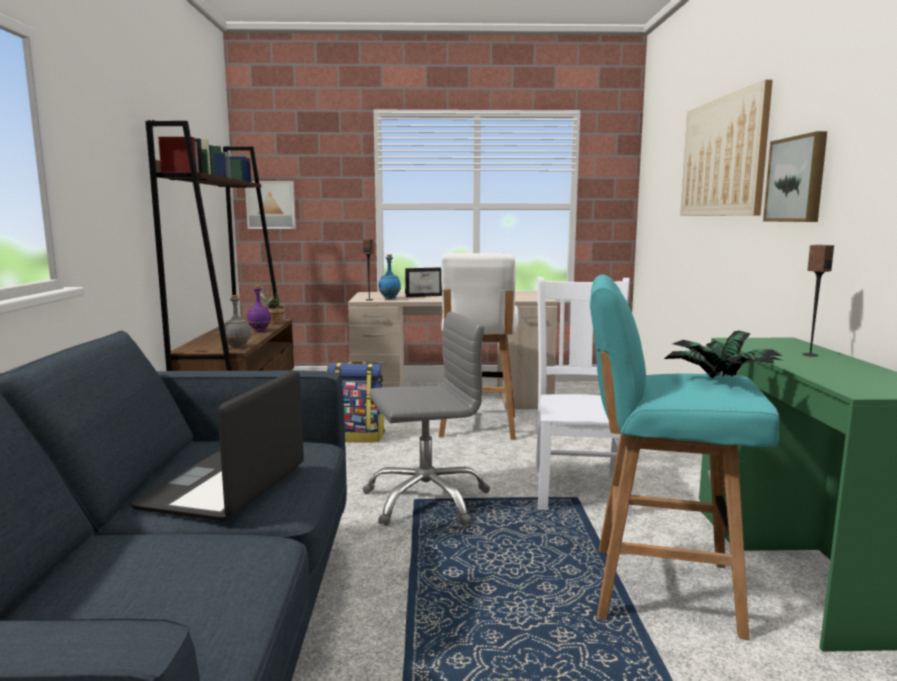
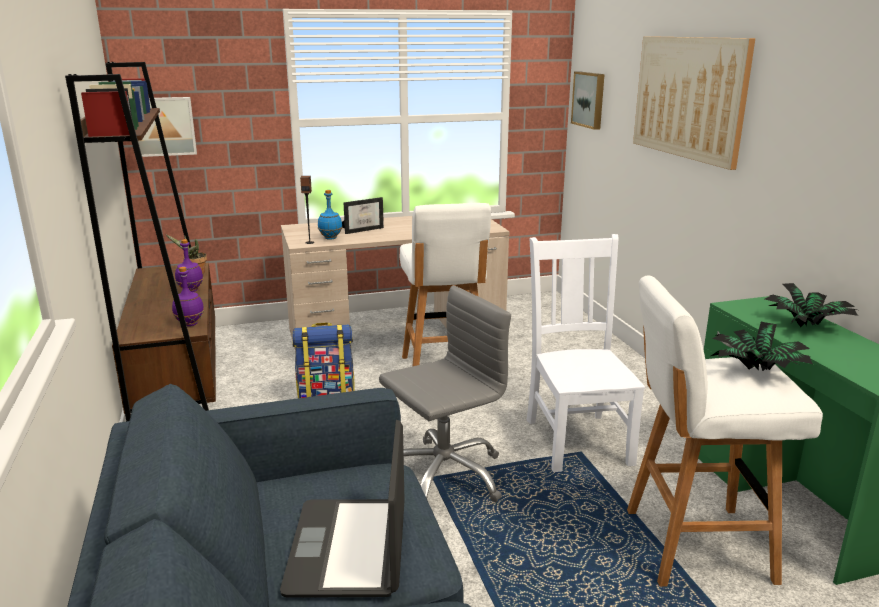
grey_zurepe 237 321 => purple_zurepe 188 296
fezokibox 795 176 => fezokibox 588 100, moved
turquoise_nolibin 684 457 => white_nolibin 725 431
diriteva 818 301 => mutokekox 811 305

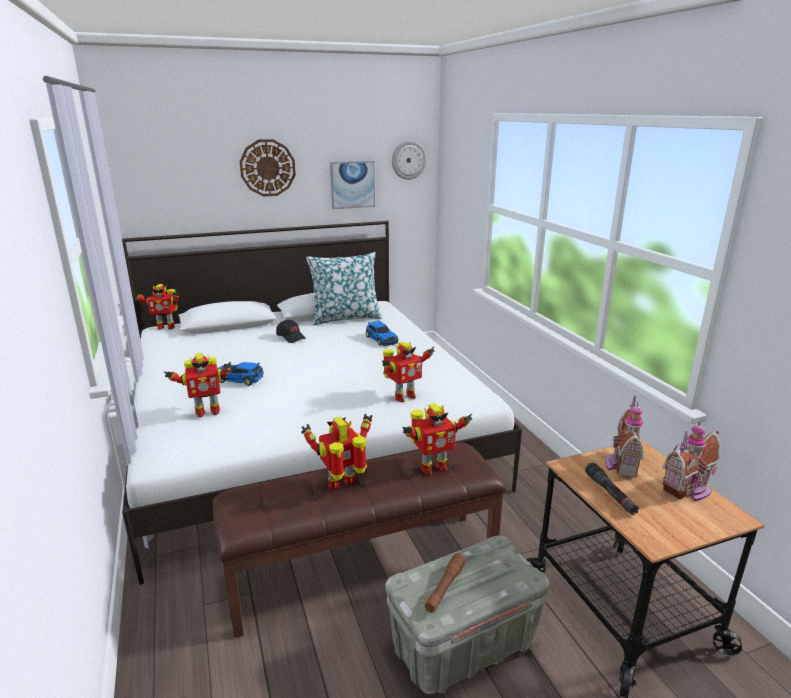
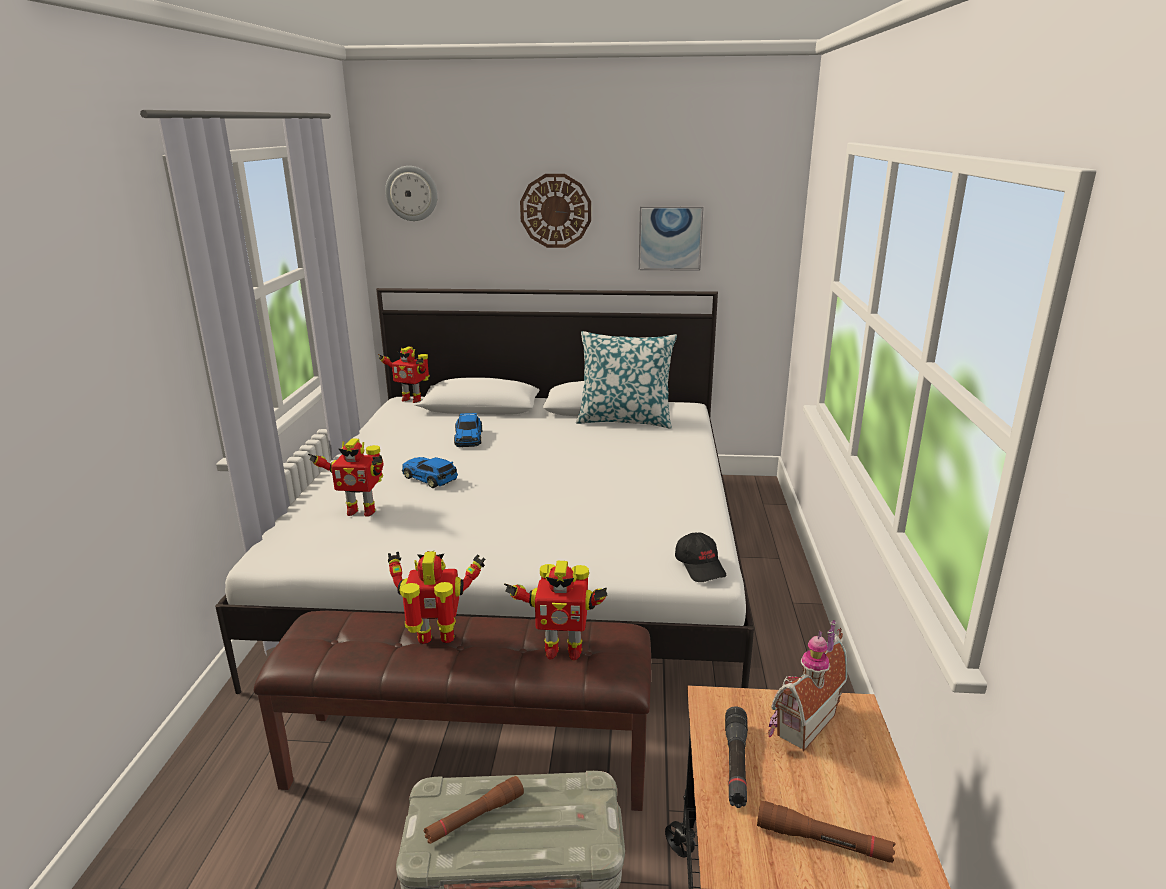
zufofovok 409 160 => zufofovok 411 193, moved
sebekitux 382 333 => sebekitux 468 430, moved
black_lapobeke 291 331 => black_lapobeke 700 557, moved
nothing => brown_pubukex 826 832
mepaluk 408 371 => nothing
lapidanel 691 461 => nothing

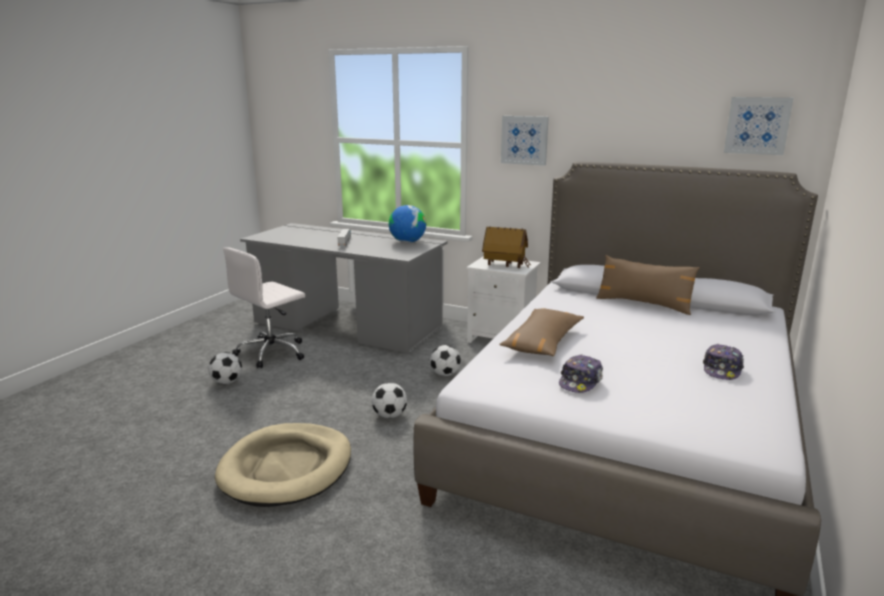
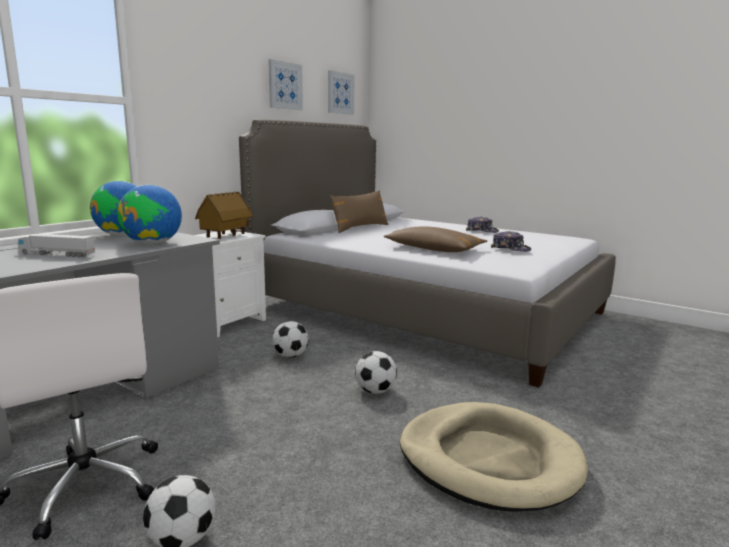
nothing => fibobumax 149 215
fezokibox 525 141 => fezokibox 285 84, moved

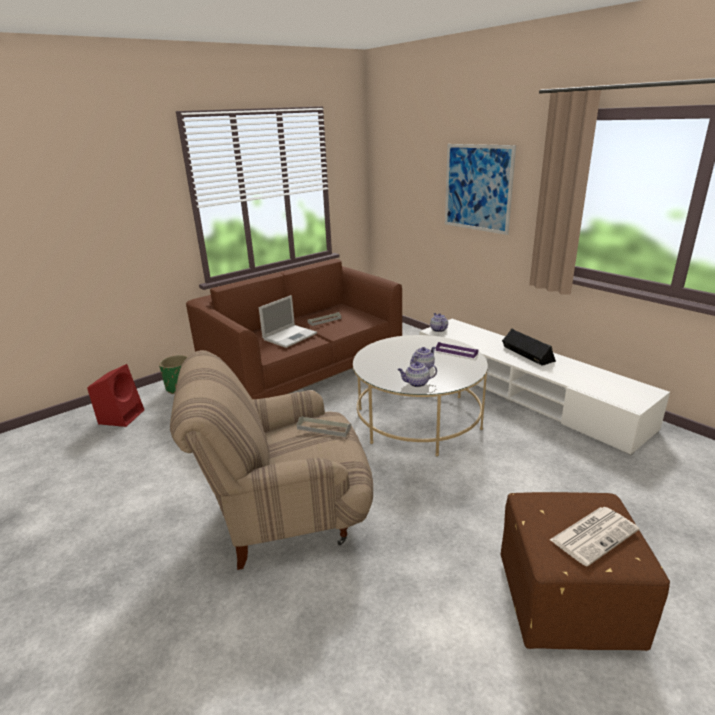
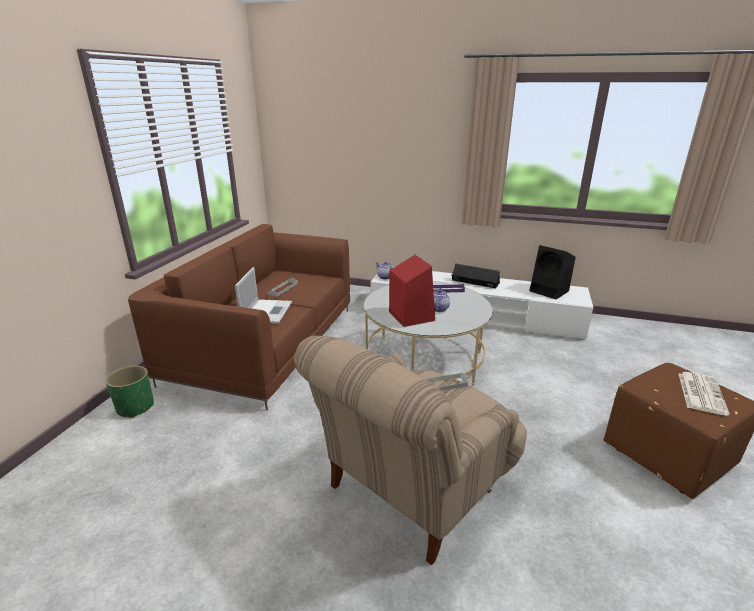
red_diriteva 115 395 => red_diriteva 412 291, moved
nothing => black_diriteva 552 272
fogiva 417 374 => nothing
fezokibox 480 189 => nothing

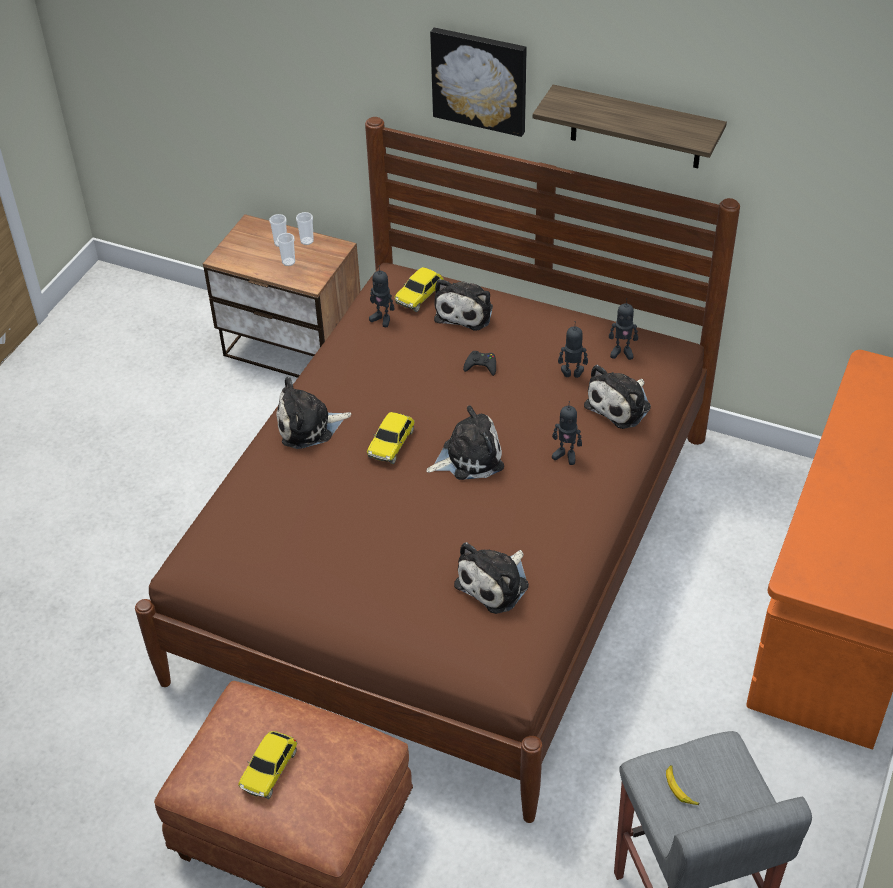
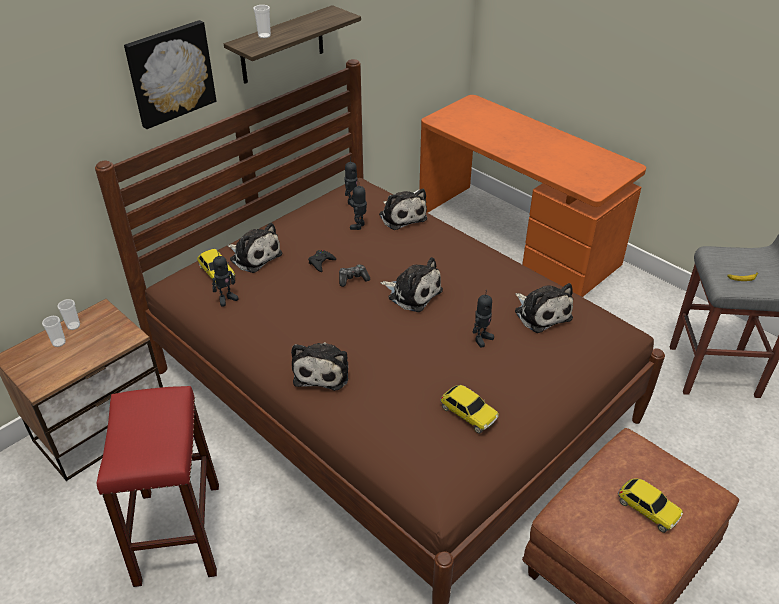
nothing => red_nolibin 157 486
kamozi 286 249 => kamozi 262 21, moved
nothing => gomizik 354 275
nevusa 465 442 => nevusa 411 284, 120 degrees clockwise
sebekitux 391 438 => sebekitux 469 409, moved
mepaluk 567 433 => mepaluk 483 319, moved

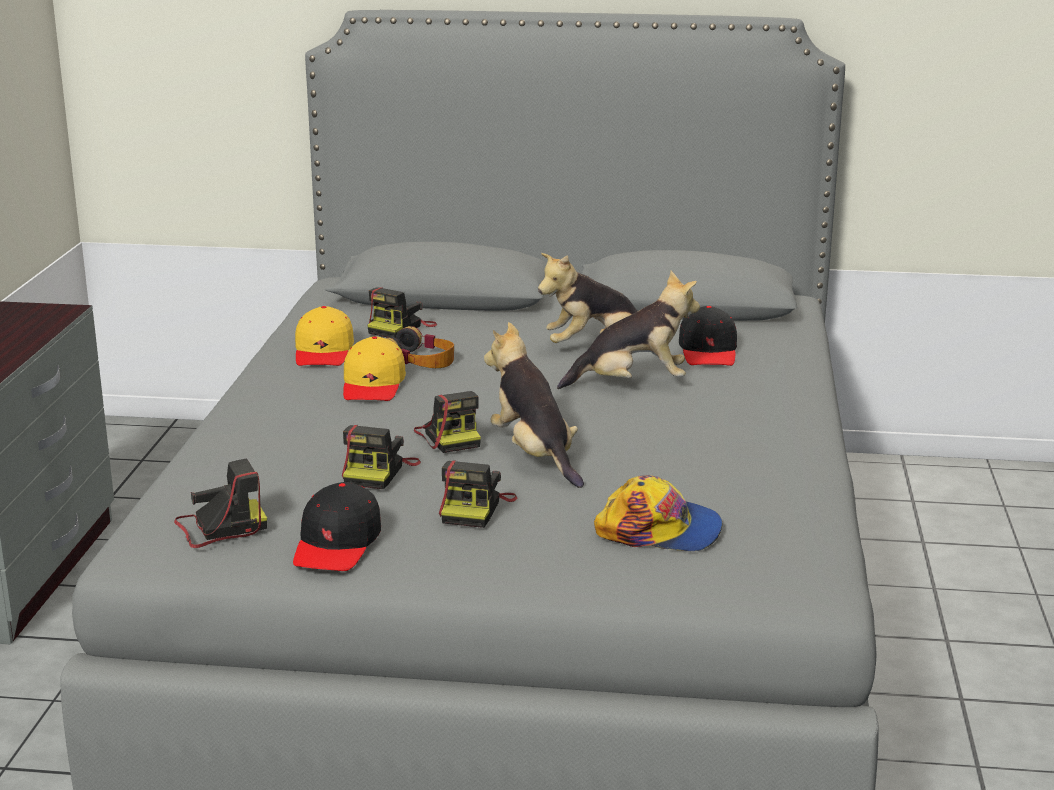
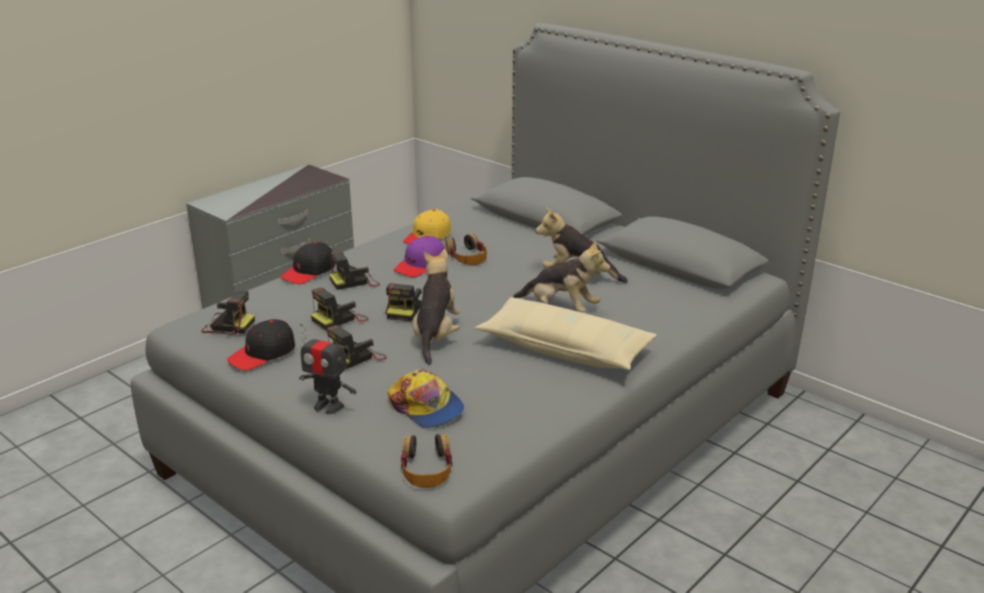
black_lapobeke 708 336 => black_lapobeke 307 263, moved
nothing => mepaluk 327 369
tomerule 402 312 => tomerule 354 270, moved
yellow_lapobeke 374 368 => purple_lapobeke 419 256
nothing => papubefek 426 461
nothing => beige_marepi 566 333

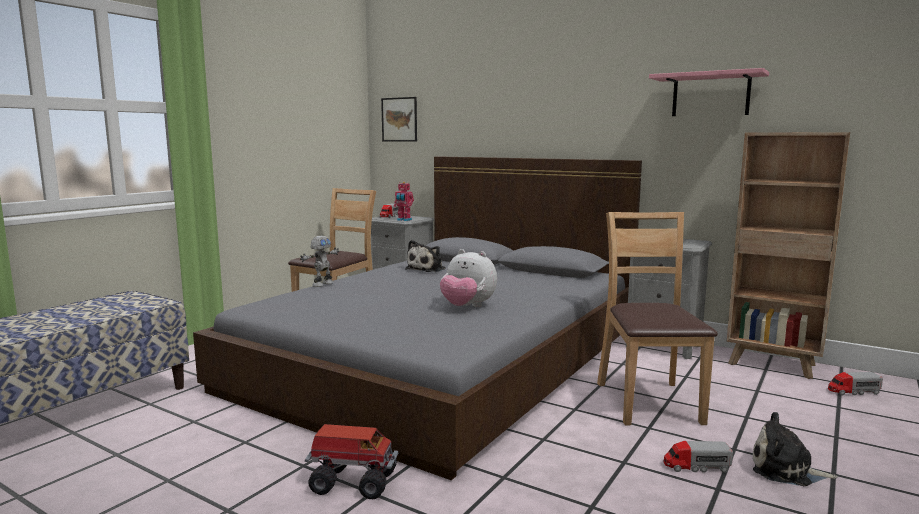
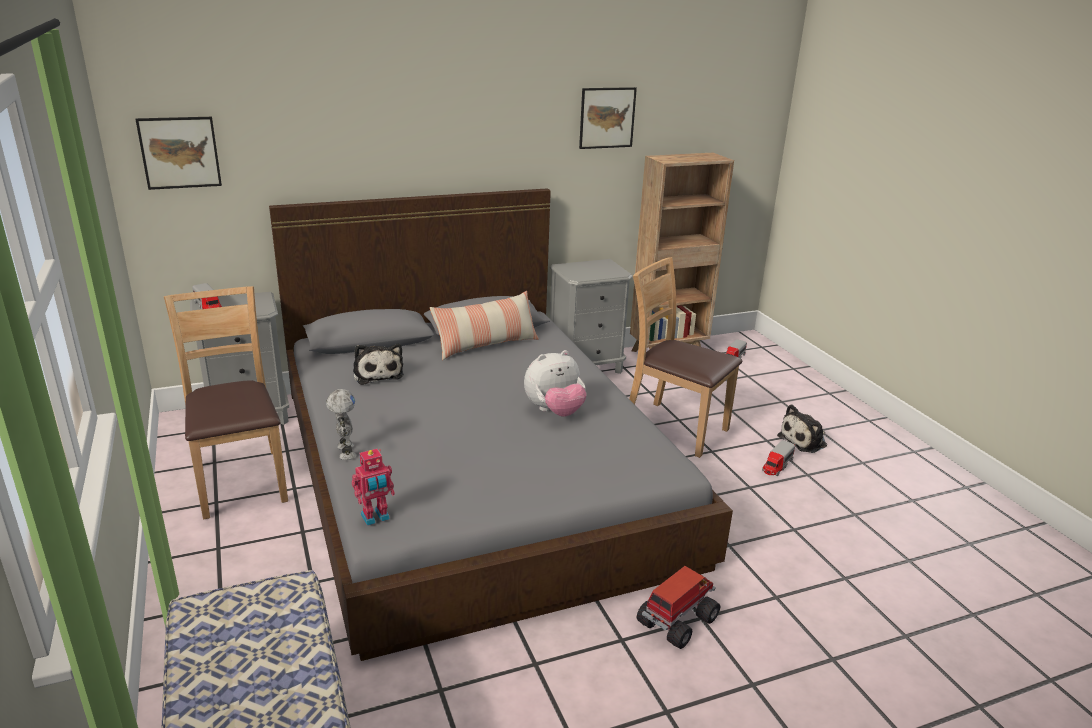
mepaluk 404 201 => mepaluk 373 487, moved
nothing => marepi 484 325
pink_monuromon 709 92 => fezokibox 608 118

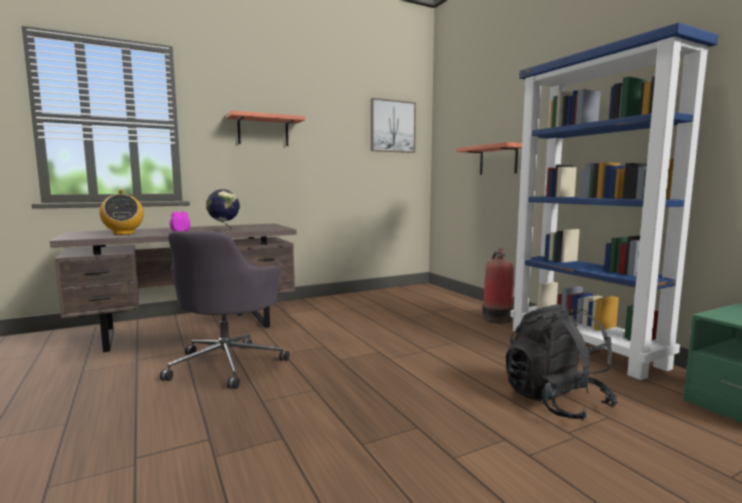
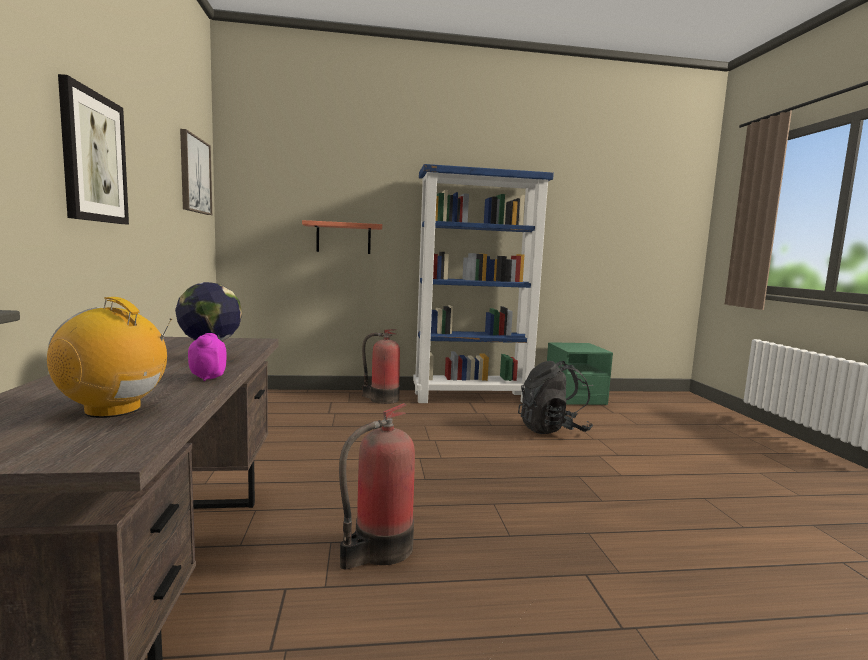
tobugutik 121 212 => tobugutik 109 357, 150 degrees counterclockwise
monuromon 265 128 => fezokibox 93 149
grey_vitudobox 224 310 => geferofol 377 486

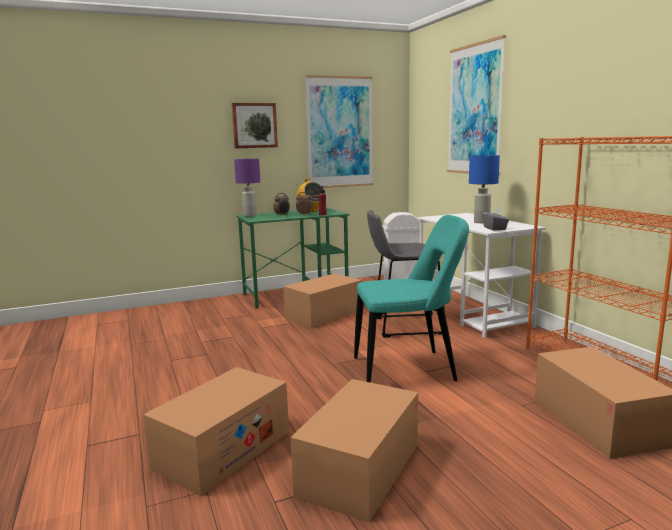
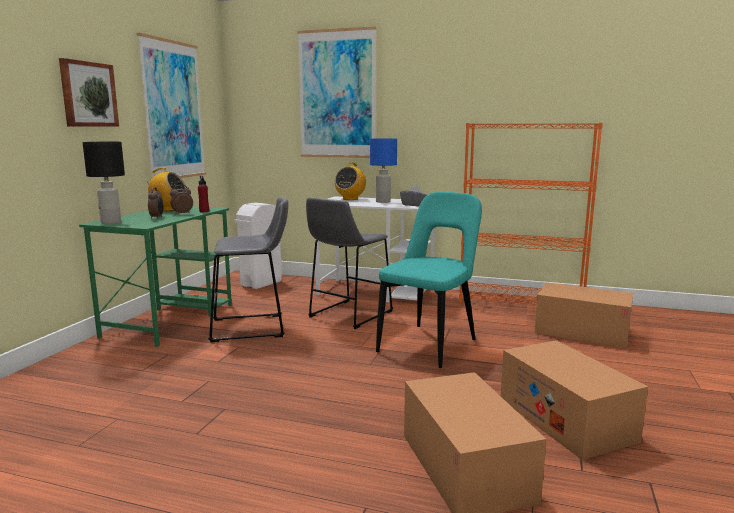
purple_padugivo 247 188 => black_padugivo 104 183
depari 322 300 => grey_nolibin 248 269
nothing => tobugutik 350 181

